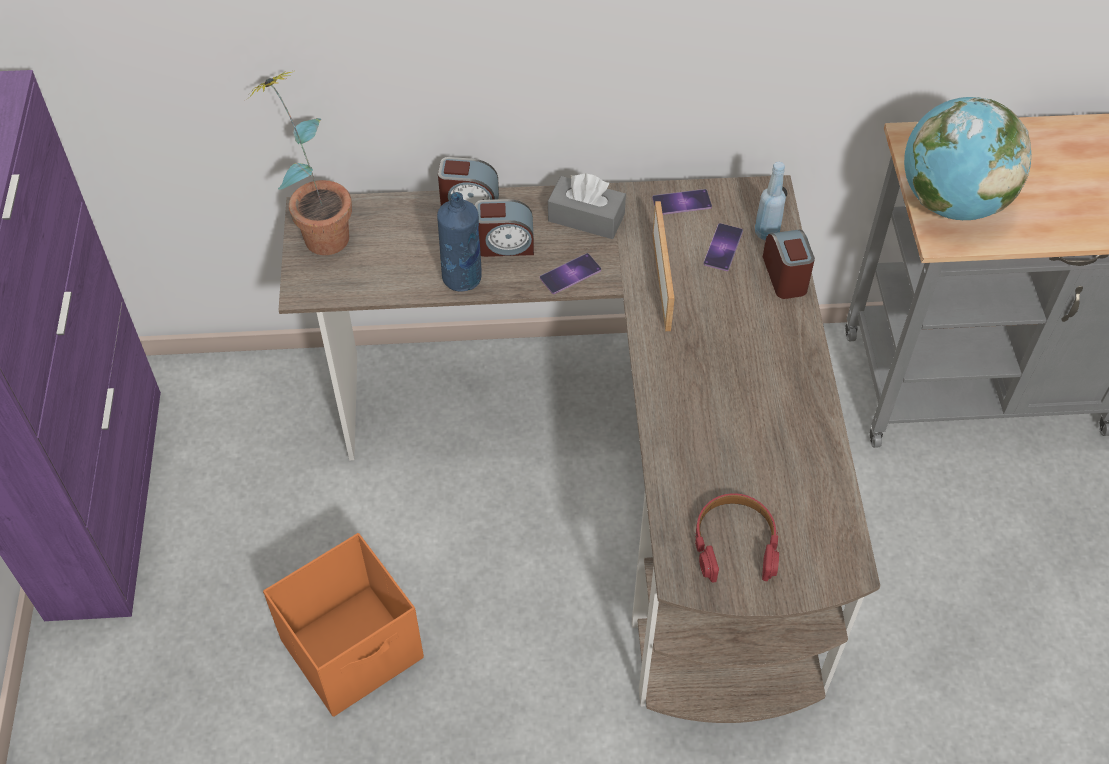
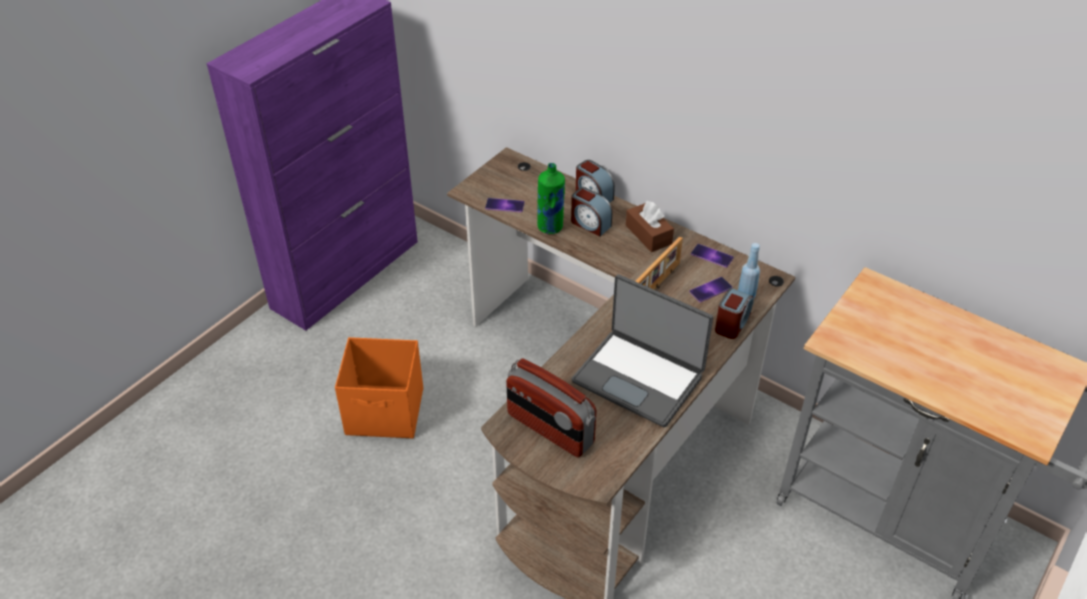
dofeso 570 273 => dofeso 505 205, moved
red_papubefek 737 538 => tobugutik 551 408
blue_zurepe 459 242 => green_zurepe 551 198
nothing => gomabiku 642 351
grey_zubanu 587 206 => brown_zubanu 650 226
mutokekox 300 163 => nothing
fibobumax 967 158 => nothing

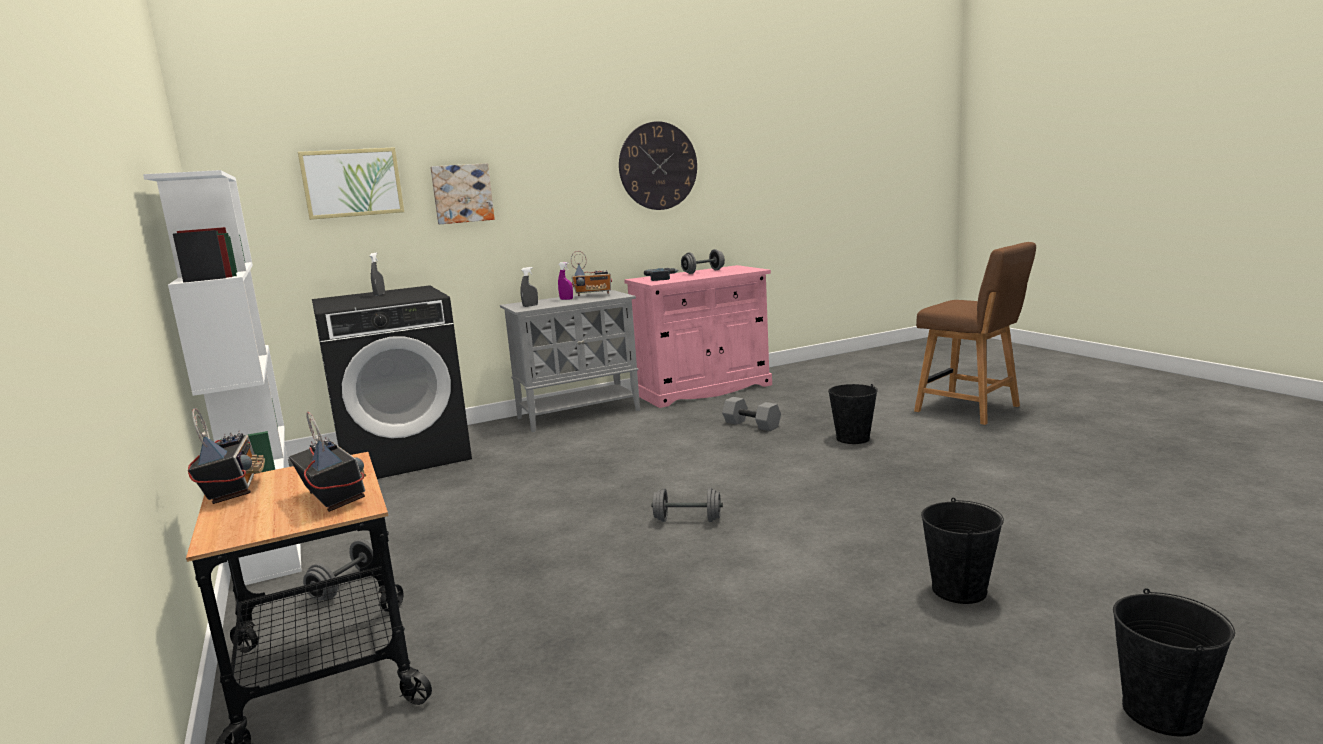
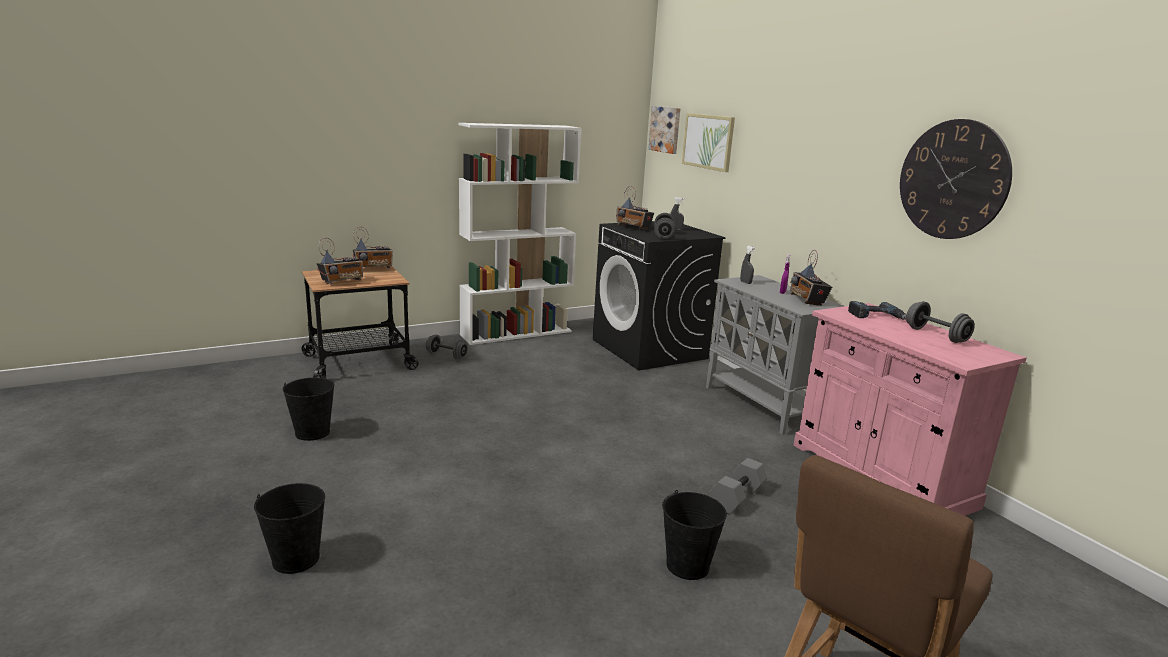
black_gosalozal 1174 662 => black_gosalozal 308 409, moved
nothing => tobugutik 635 207
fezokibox 462 193 => fezokibox 664 130, moved
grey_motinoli 687 505 => grey_motinoli 665 226, moved

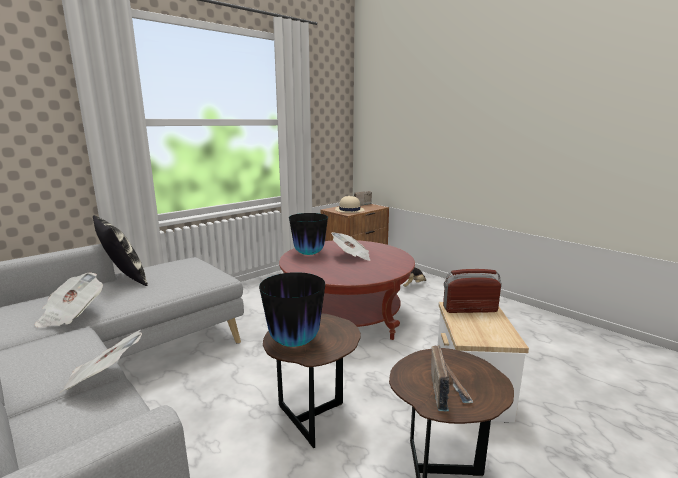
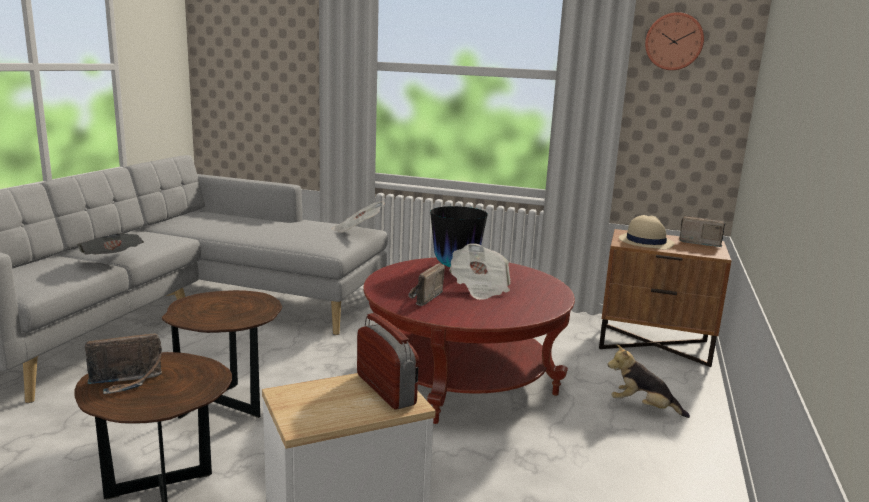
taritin 69 300 => taritin 358 217, moved
nothing => tobugutik 426 284
nothing => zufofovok 674 41
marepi 120 250 => nothing
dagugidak 292 309 => nothing

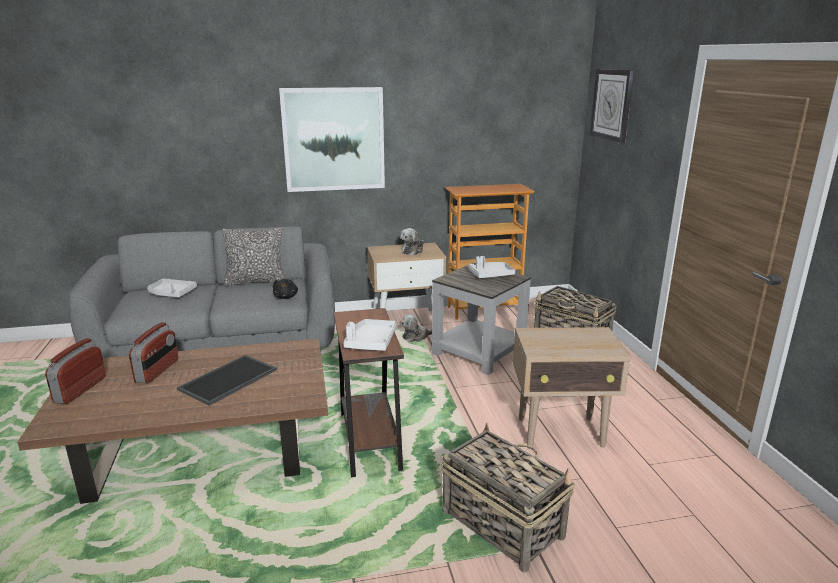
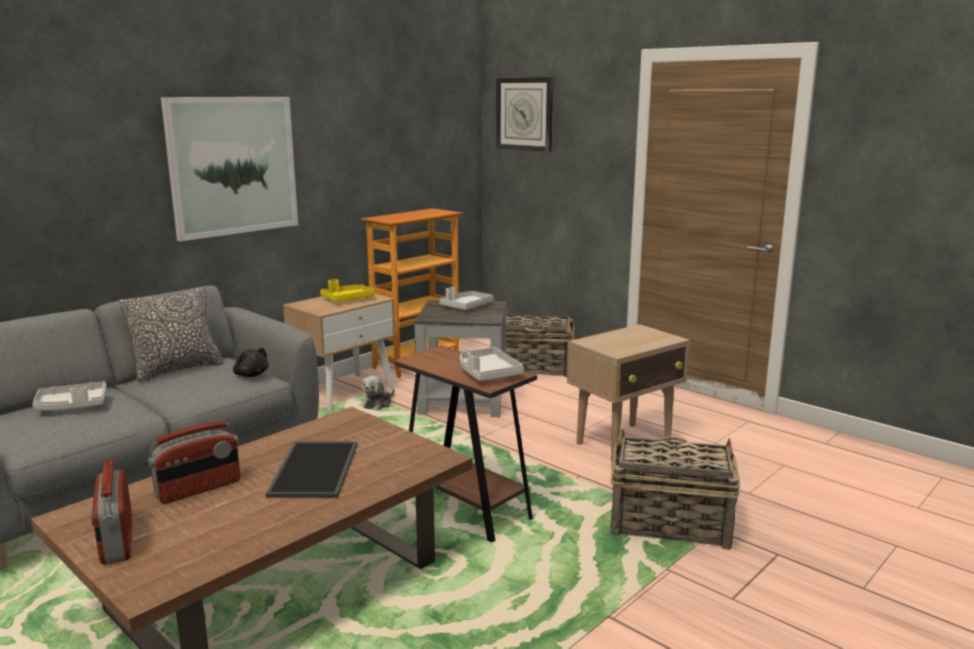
tobugutik 153 353 => tobugutik 194 462, 75 degrees clockwise
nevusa 412 241 => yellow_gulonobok 347 290

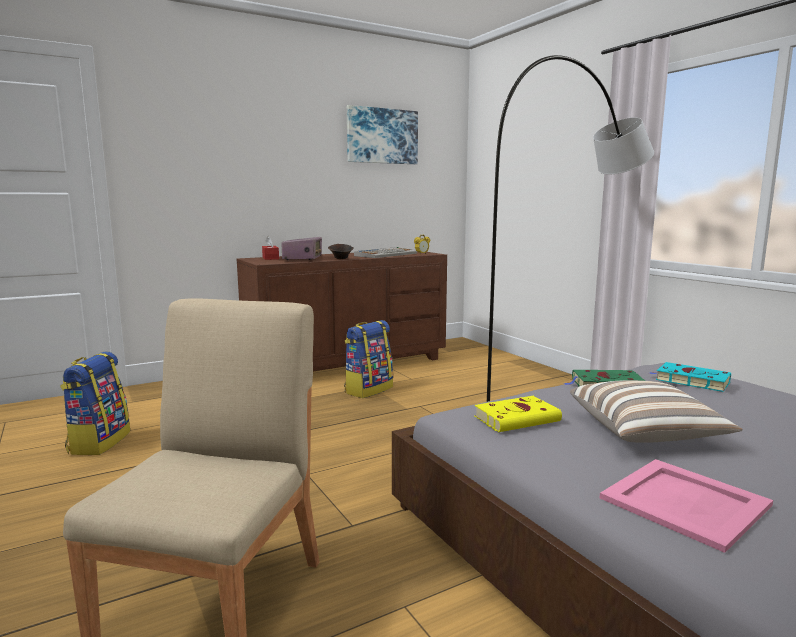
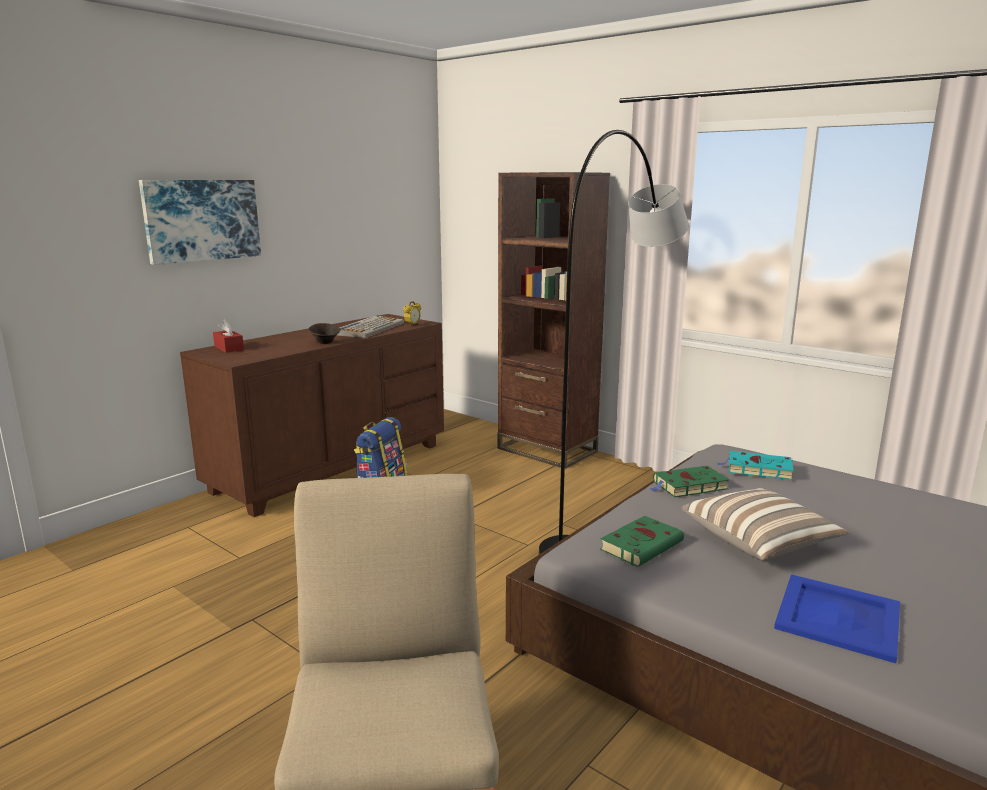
fezokibox 382 134 => fezokibox 200 222, moved
nothing => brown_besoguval 553 320
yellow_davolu 518 414 => green_davolu 642 541
pink_gulonobok 686 506 => blue_gulonobok 837 618
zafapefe 95 403 => nothing
tobugutik 301 248 => nothing

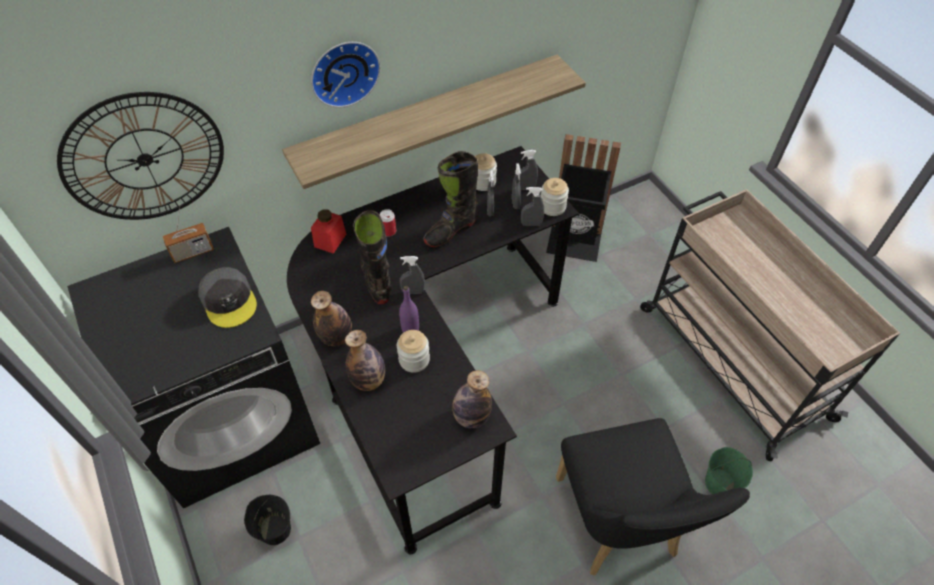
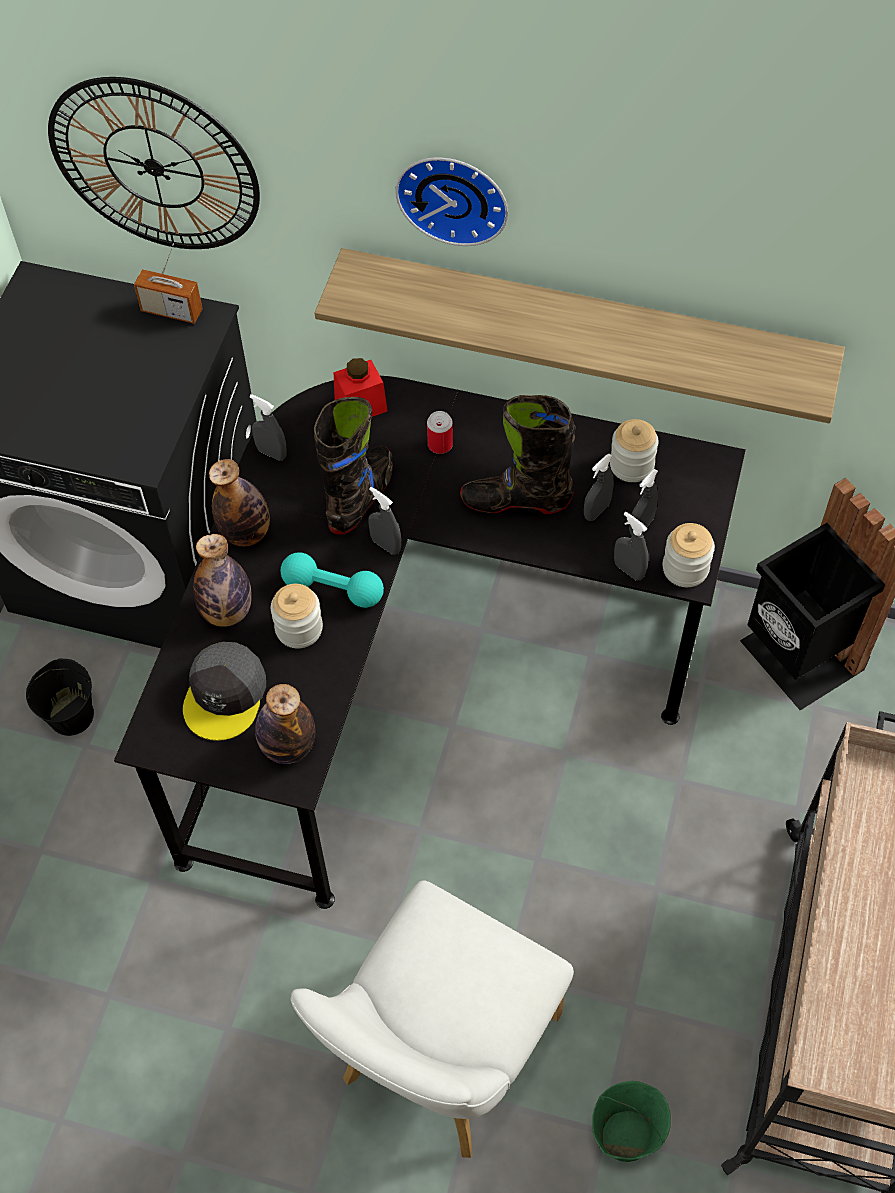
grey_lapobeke 228 297 => grey_lapobeke 224 691, moved
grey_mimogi 529 170 => grey_mimogi 268 427, moved
purple_zurepe 409 309 => turquoise_motinoli 332 580
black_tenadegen 653 497 => white_tenadegen 432 1019

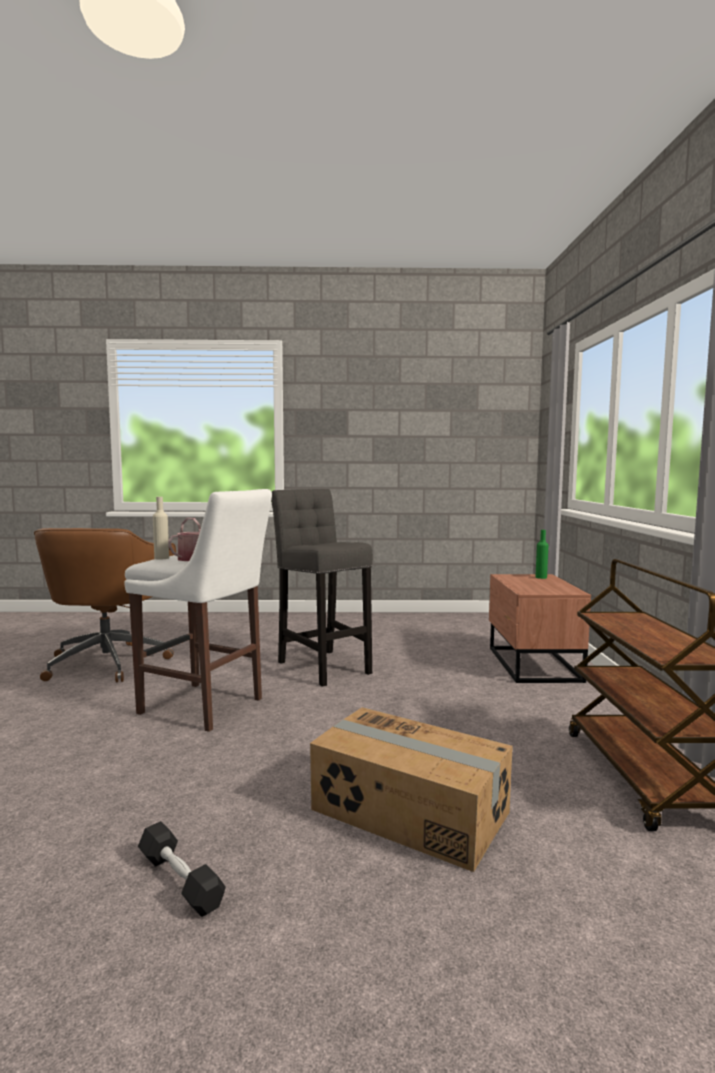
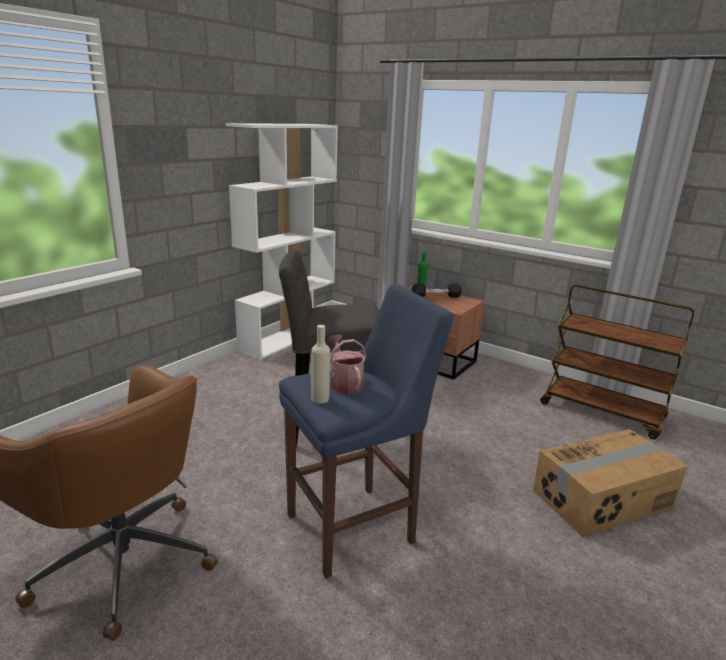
nothing => white_besoguval 282 241
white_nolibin 198 610 => blue_nolibin 366 431
black_motinoli 182 869 => black_motinoli 437 290, moved

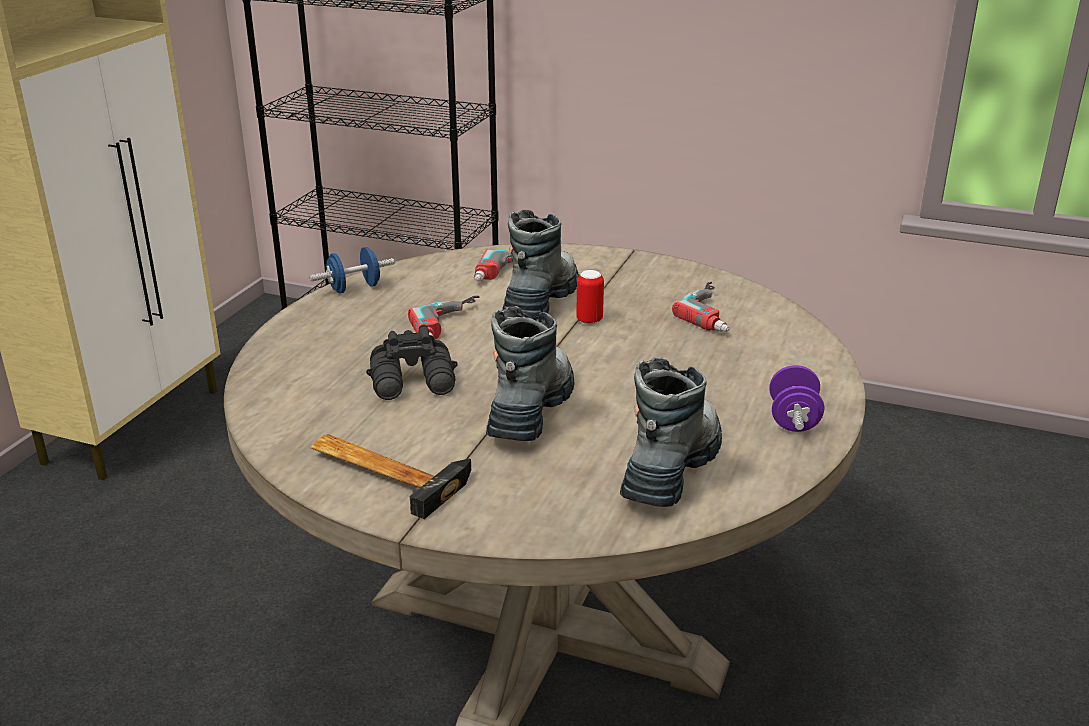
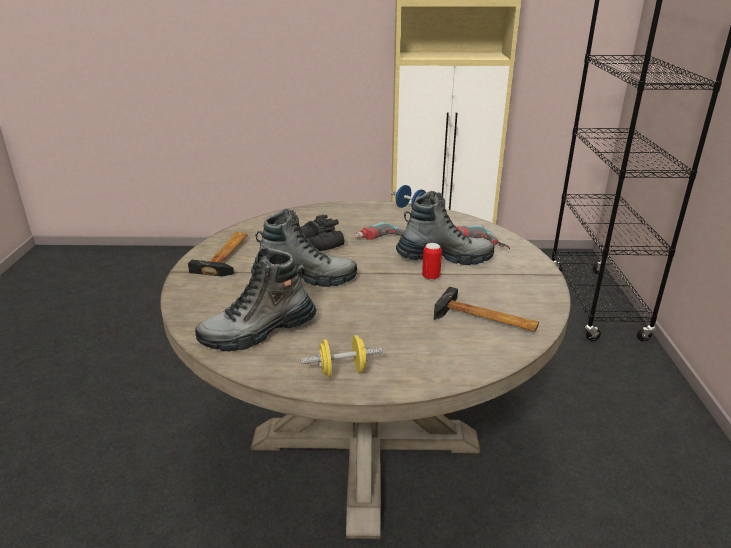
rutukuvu 671 432 => rutukuvu 256 299, 150 degrees clockwise
purple_motinoli 796 398 => yellow_motinoli 342 356
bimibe 700 307 => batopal 486 309

